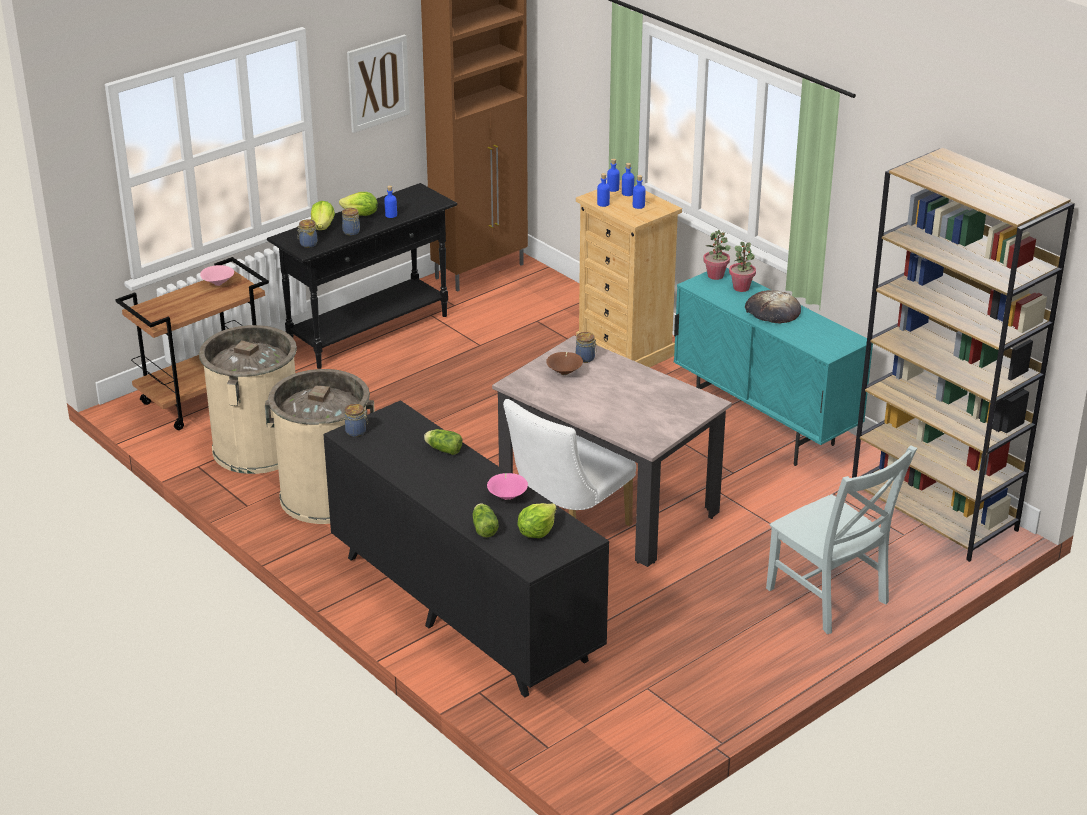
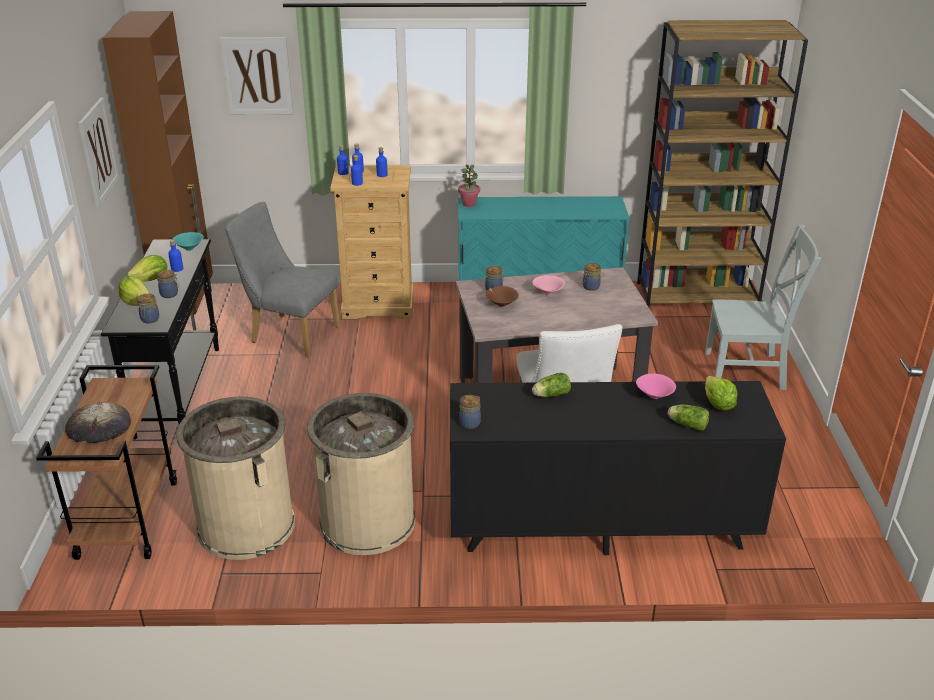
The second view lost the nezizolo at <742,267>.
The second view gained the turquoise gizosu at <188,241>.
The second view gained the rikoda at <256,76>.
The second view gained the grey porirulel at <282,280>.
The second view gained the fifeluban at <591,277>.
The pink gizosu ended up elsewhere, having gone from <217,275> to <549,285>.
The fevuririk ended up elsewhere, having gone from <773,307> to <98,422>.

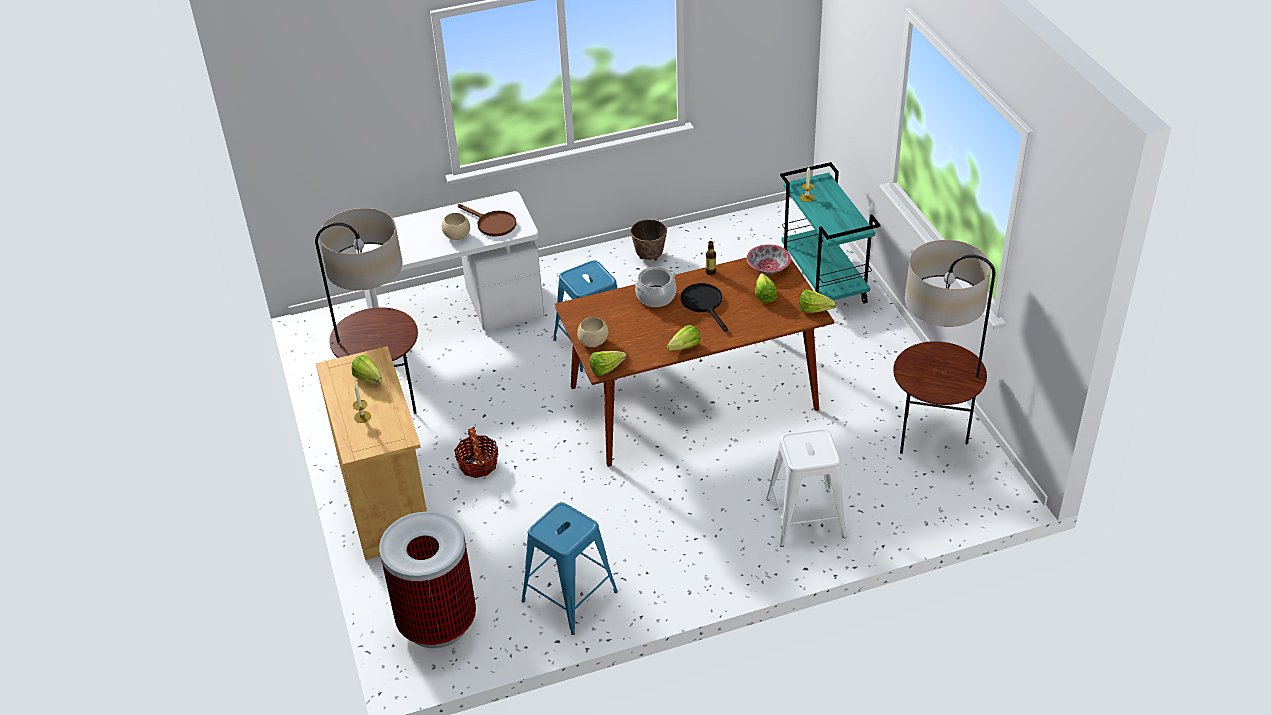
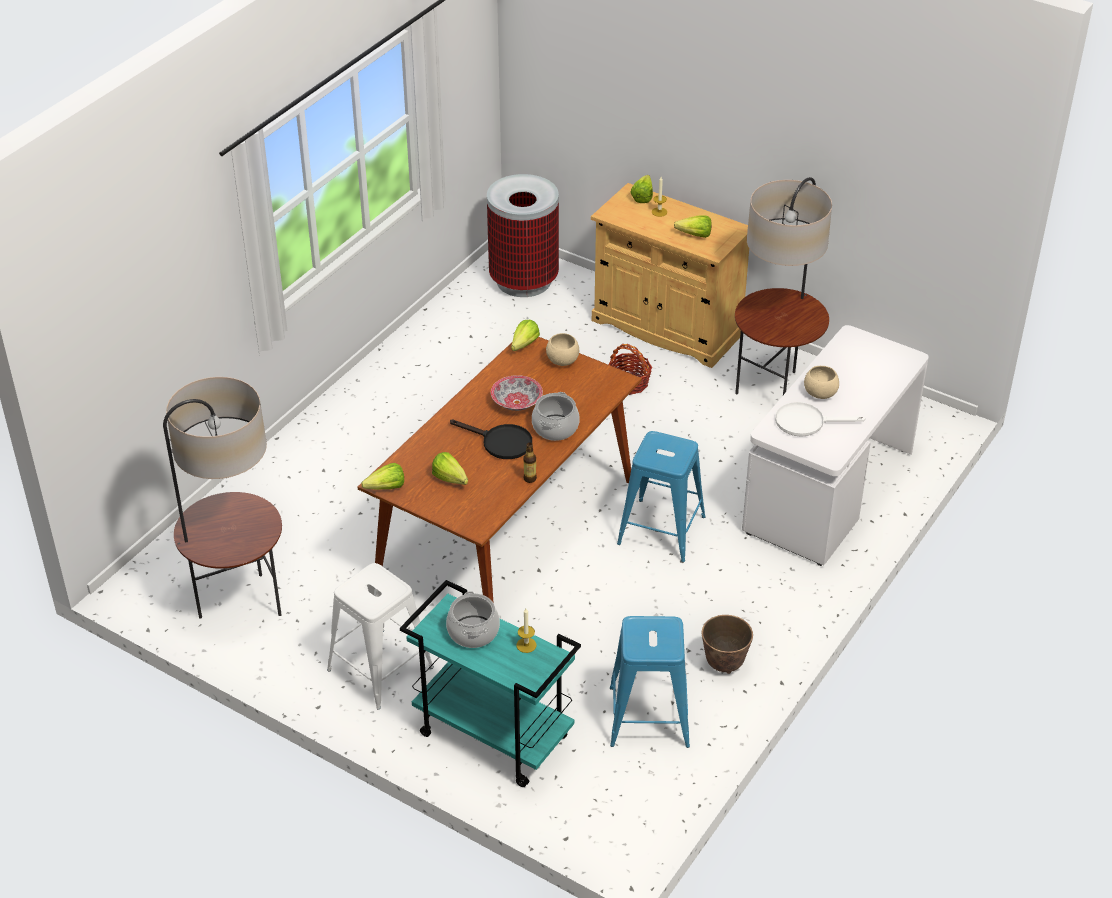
The second view gained the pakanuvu at <473,619>.
The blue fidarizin ended up elsewhere, having gone from <570,568> to <650,682>.
The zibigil ended up elsewhere, having gone from <684,338> to <641,189>.
The gizosu ended up elsewhere, having gone from <769,259> to <517,393>.
The white fidarizin ended up elsewhere, having gone from <806,488> to <380,636>.
What was the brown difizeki at <487,220> turned into the white difizeki at <820,419>.

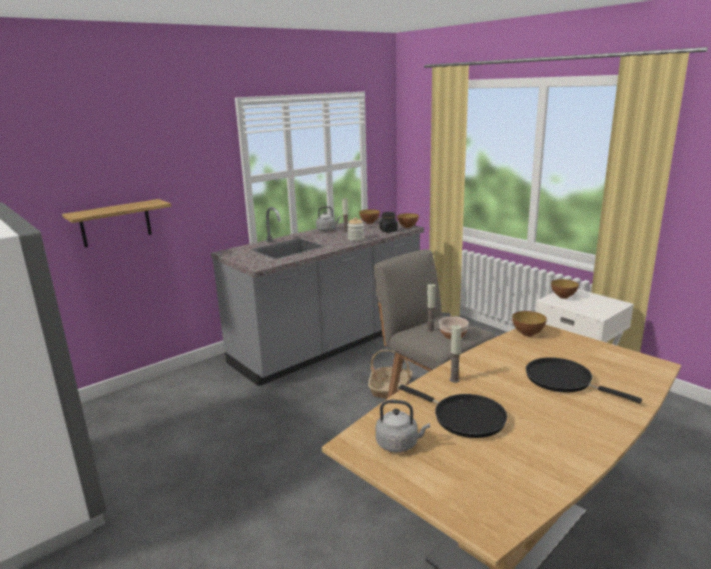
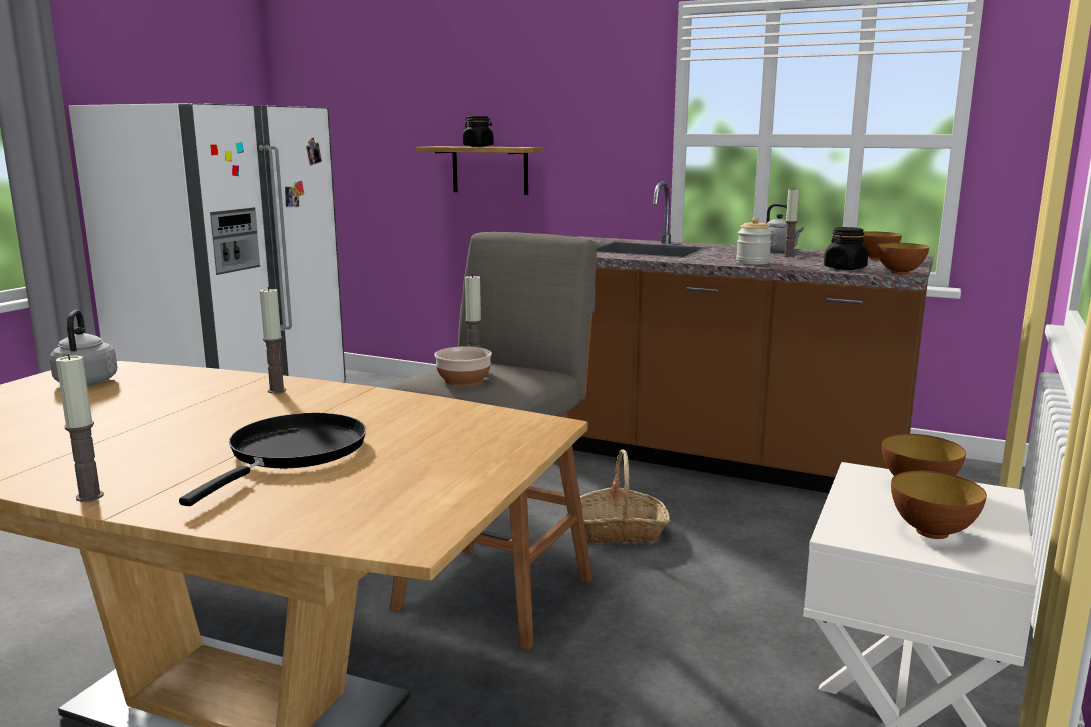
The second view lost the black difizeki at <453,411>.
The second view gained the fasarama at <80,428>.
The second view gained the black fifeluban at <478,131>.
The gizosu ended up elsewhere, having gone from <529,324> to <939,505>.
What was the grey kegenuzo at <317,296> turned into the brown kegenuzo at <750,337>.

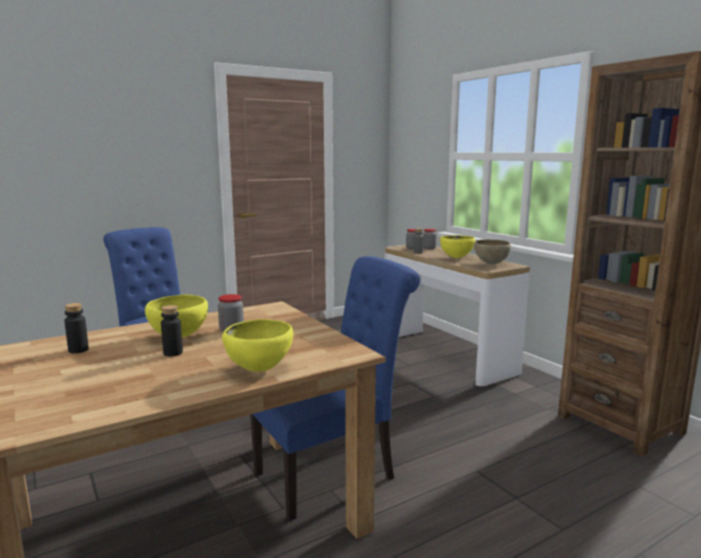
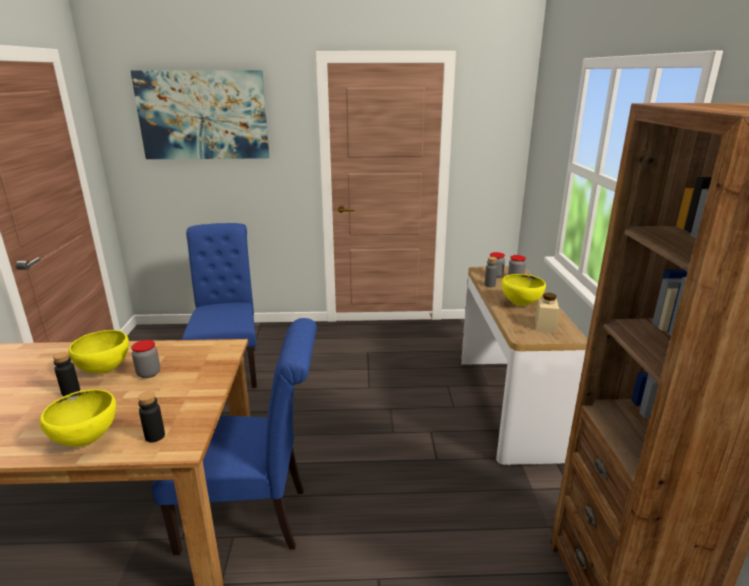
The second view gained the rikoda at <200,114>.
The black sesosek ended up elsewhere, having gone from <76,328> to <151,416>.
Where the brown gizosu stood at <492,252>, the beige fifeluban came to stand at <547,313>.

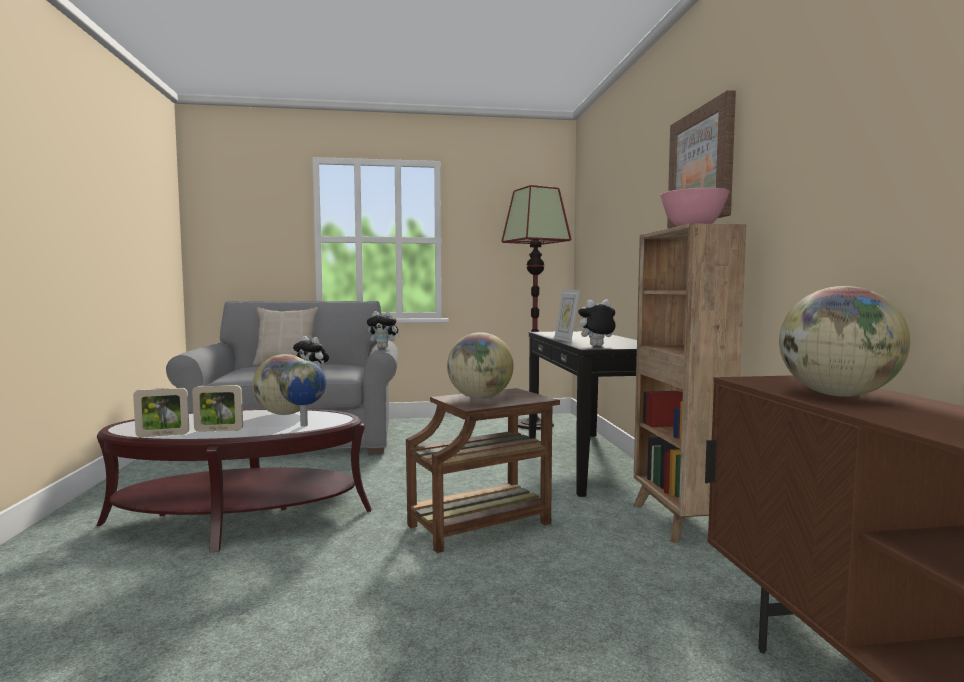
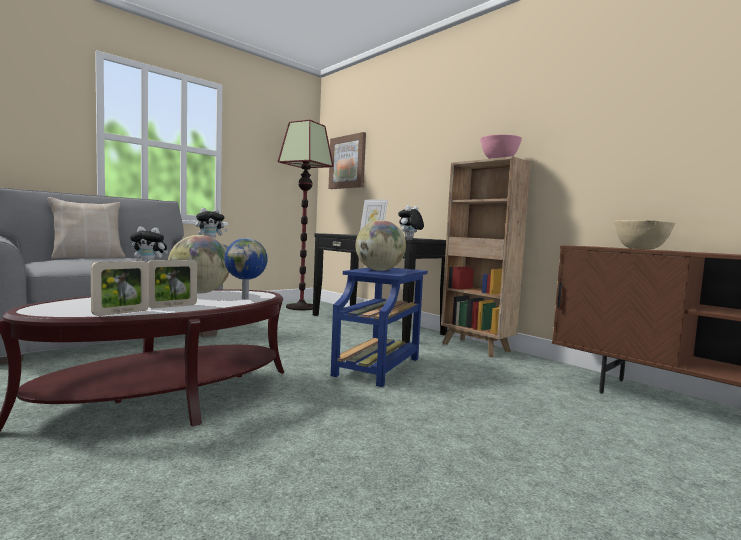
The rikoda ended up elsewhere, having gone from <701,159> to <347,160>.
Where the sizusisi stood at <844,341>, the beige gizosu came to stand at <644,234>.
What was the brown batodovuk at <483,470> turned into the blue batodovuk at <379,327>.

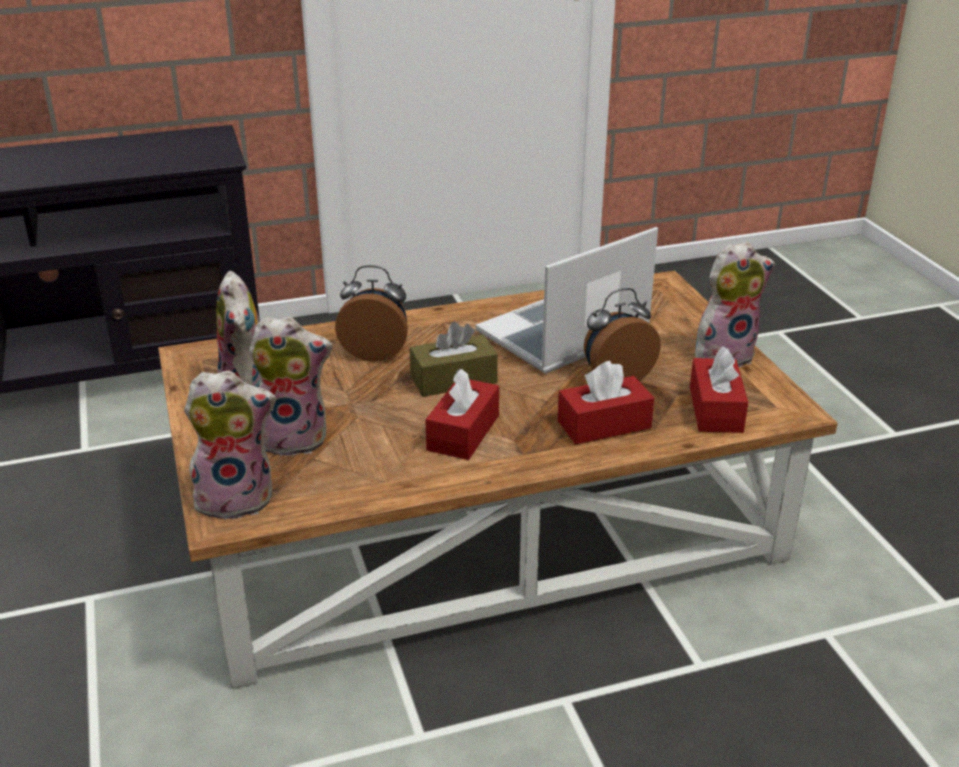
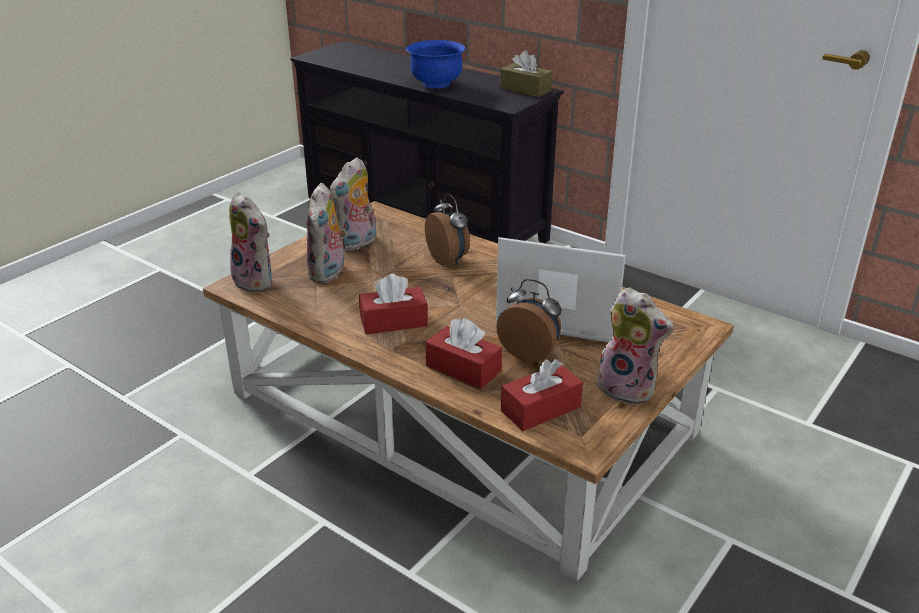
The second view gained the blue gizosu at <435,64>.
The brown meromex ended up elsewhere, having gone from <454,359> to <526,73>.
The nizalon at <291,386> ended up facing another way, 45 degrees clockwise from before.

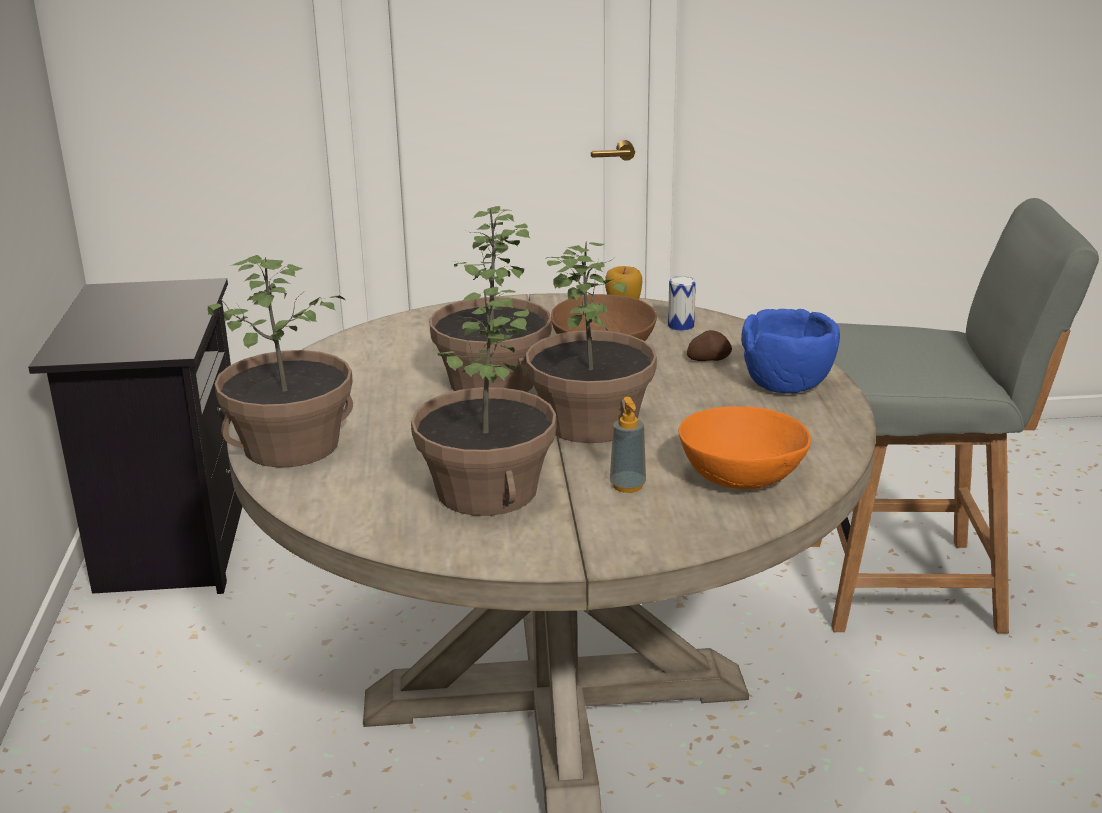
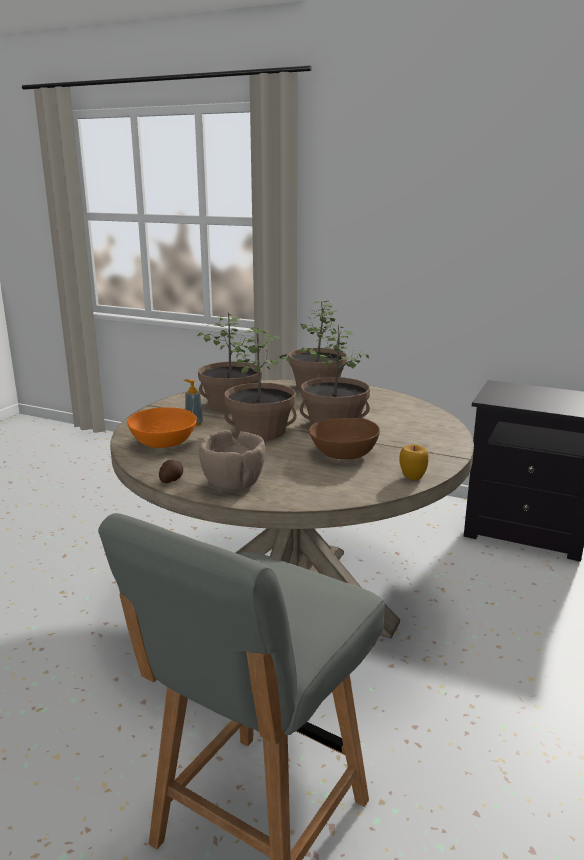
The second view lost the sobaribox at <682,303>.
The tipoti ended up elsewhere, having gone from <709,345> to <171,471>.
What was the blue gizosu at <790,351> turned into the brown gizosu at <232,460>.

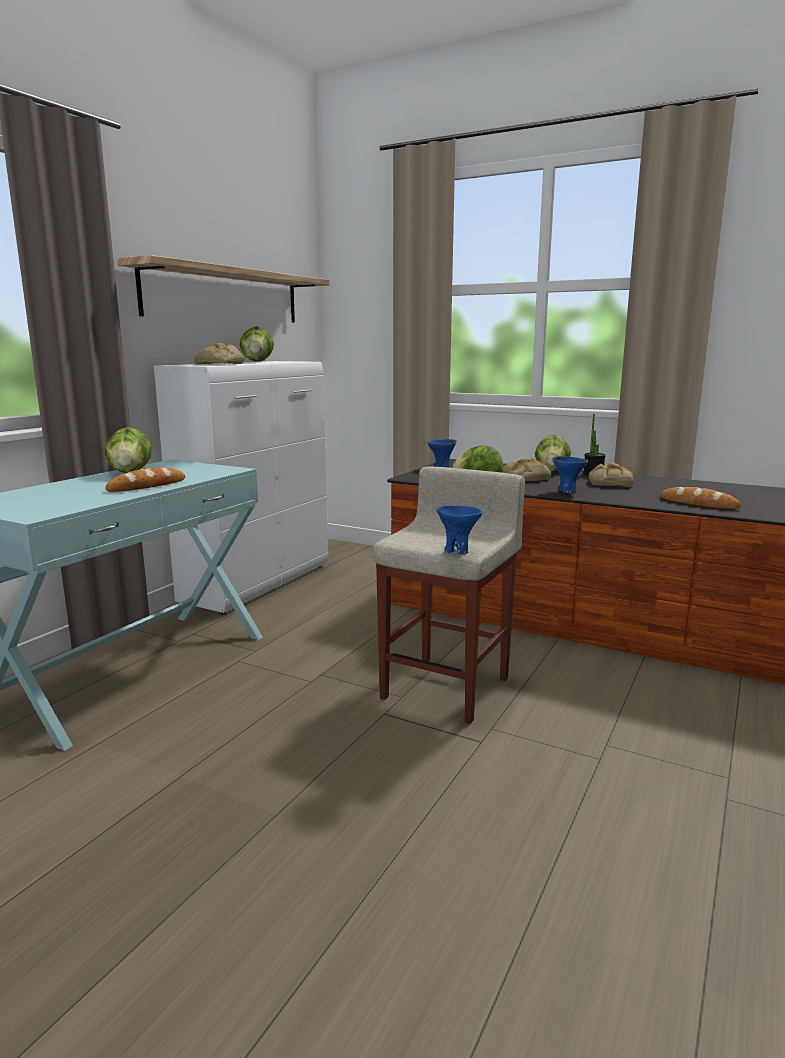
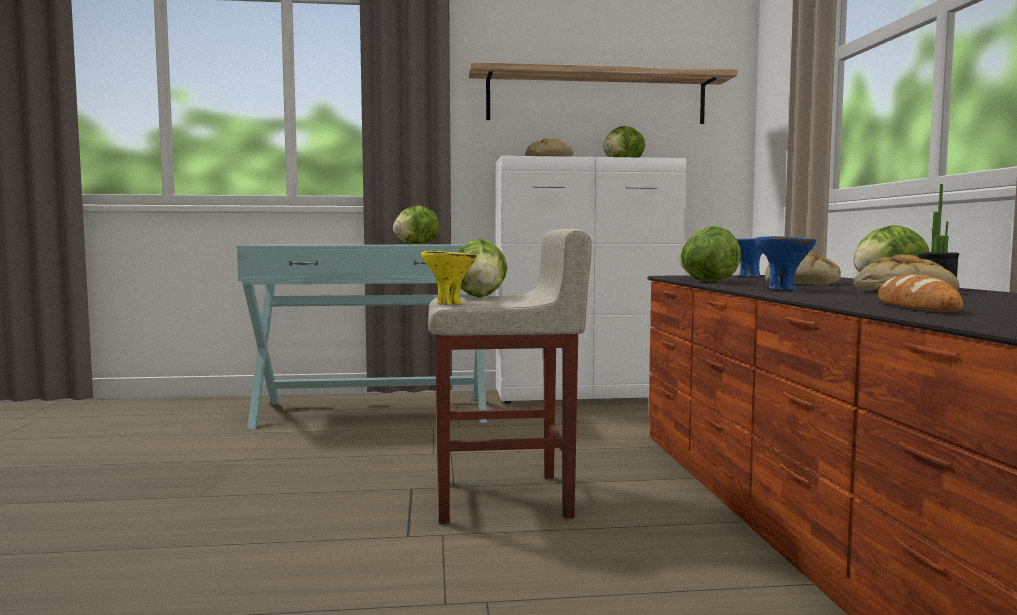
The second view lost the fevuririk at <145,480>.
The second view gained the zibigil at <482,268>.
What was the blue gizosu at <459,529> turned into the yellow gizosu at <449,278>.

